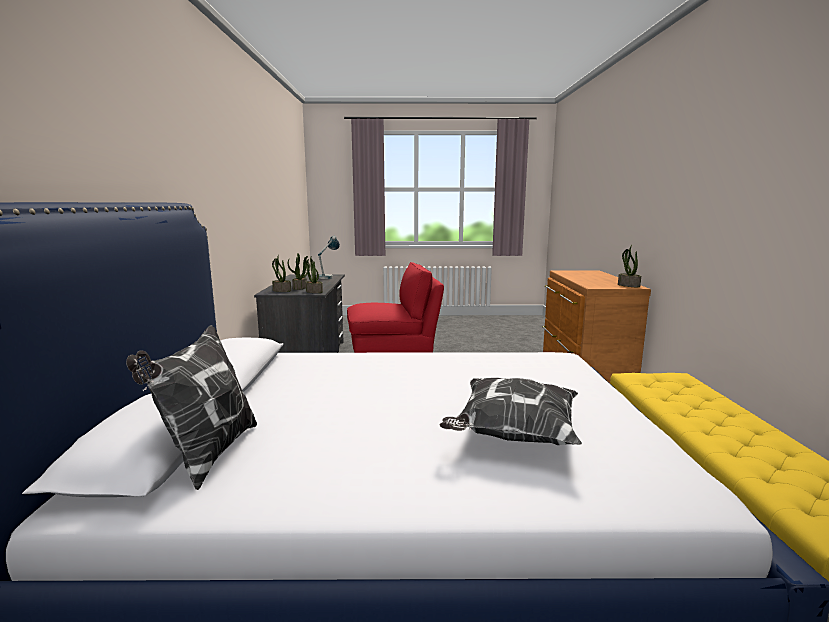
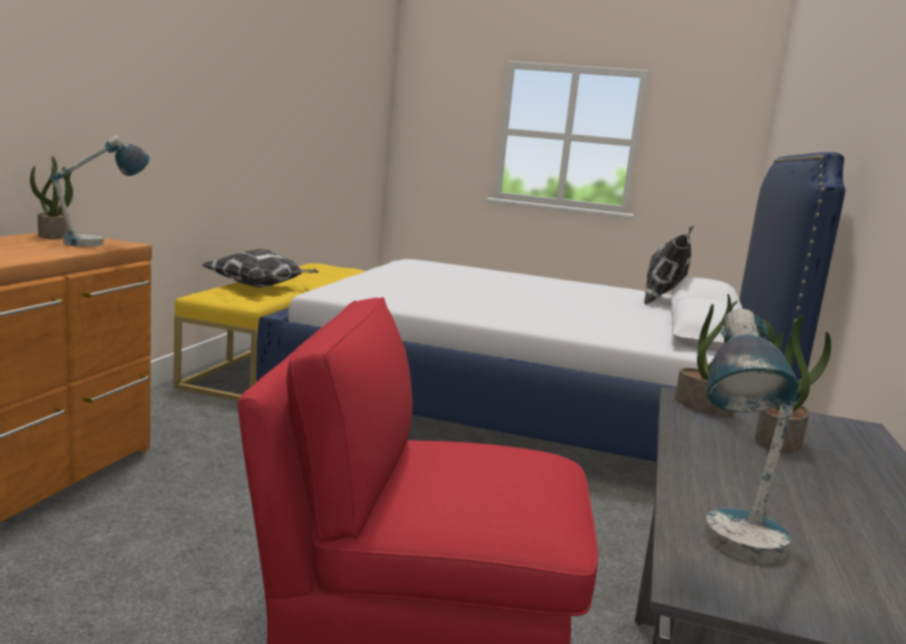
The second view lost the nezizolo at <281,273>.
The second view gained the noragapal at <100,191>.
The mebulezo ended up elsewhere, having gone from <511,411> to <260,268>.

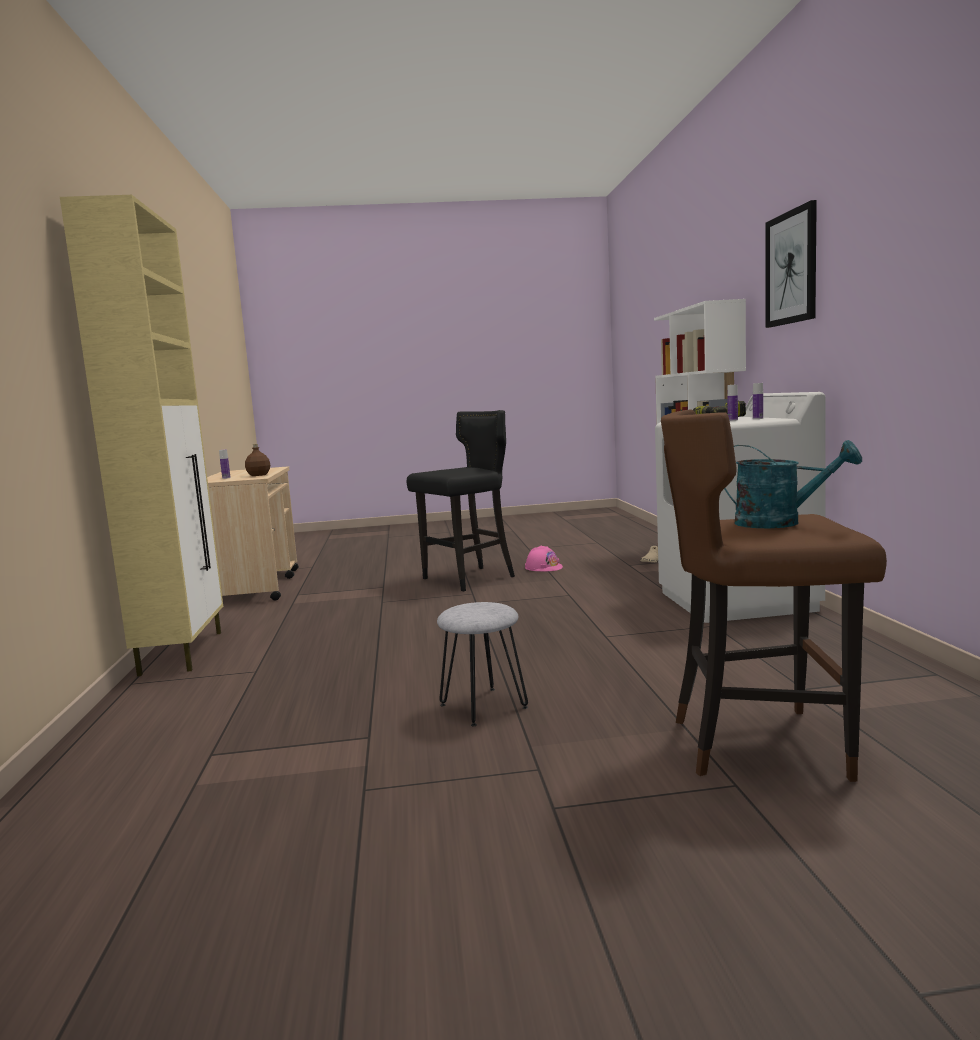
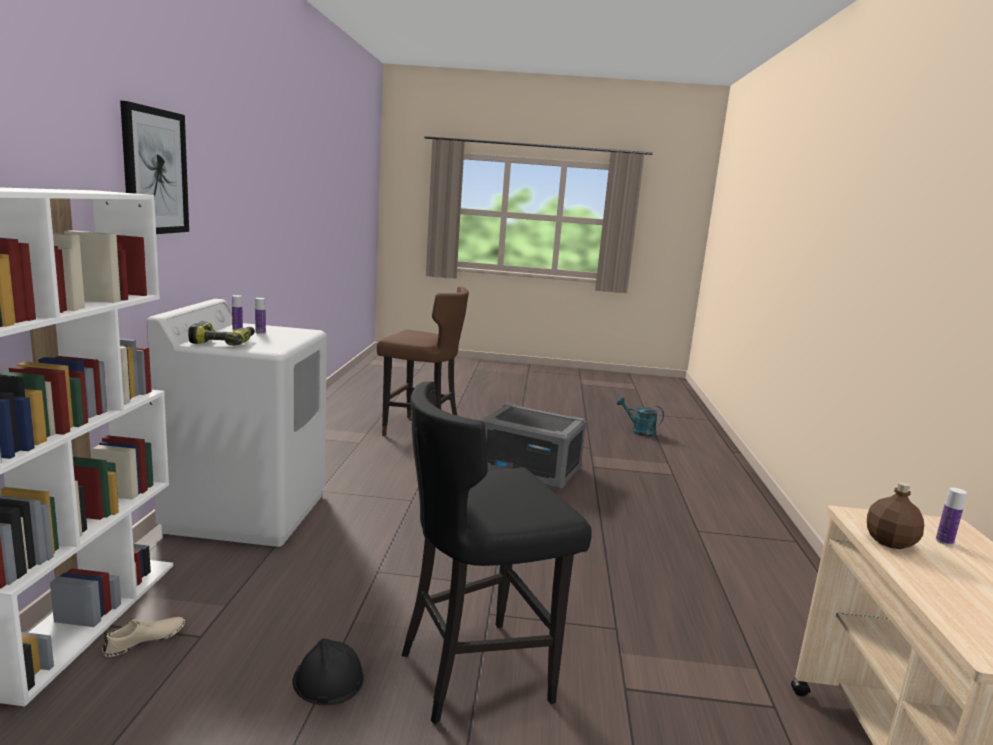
The second view lost the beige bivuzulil at <141,435>.
The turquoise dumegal ended up elsewhere, having gone from <793,484> to <640,417>.
Where the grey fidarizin stood at <482,664>, the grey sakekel came to stand at <534,446>.
What was the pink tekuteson at <544,558> turned into the black tekuteson at <328,672>.

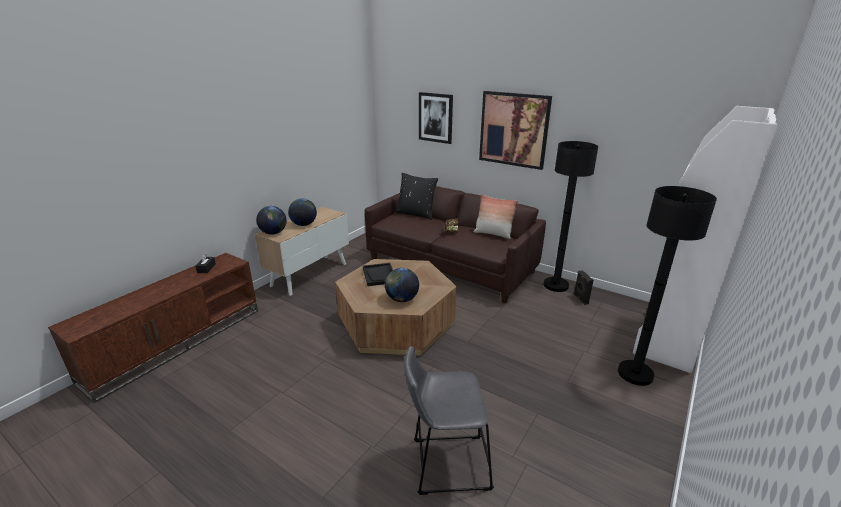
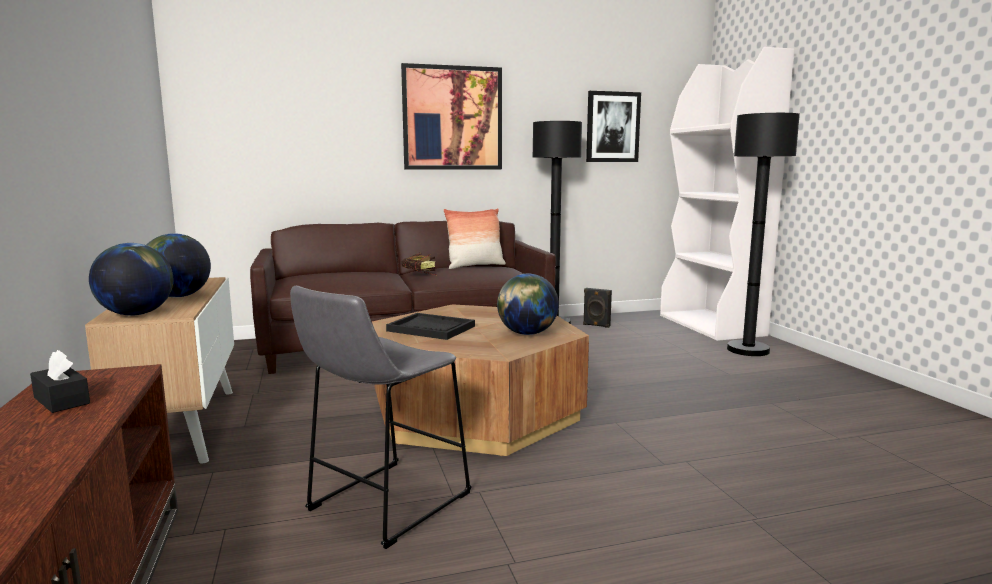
The second view lost the black mebulezo at <416,196>.
The grey fidarizin ended up elsewhere, having gone from <449,420> to <381,417>.
The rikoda ended up elsewhere, having gone from <436,118> to <613,126>.

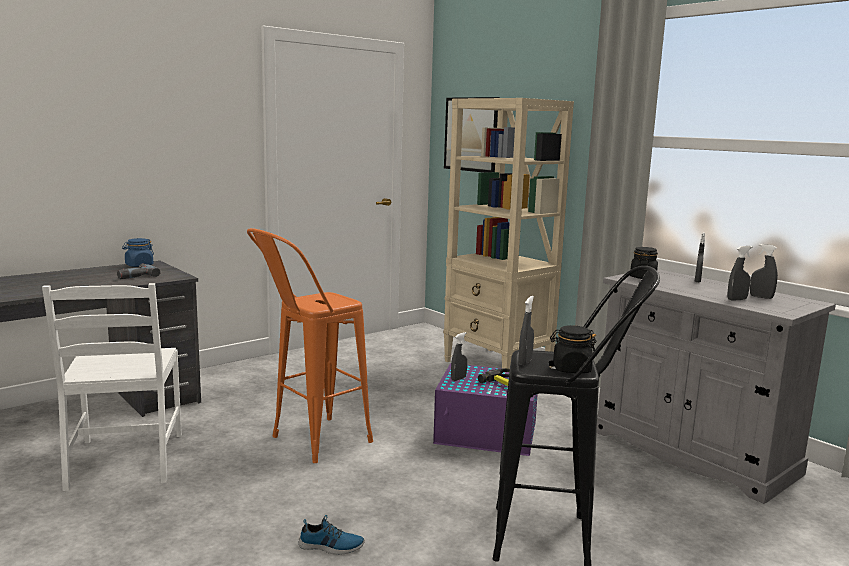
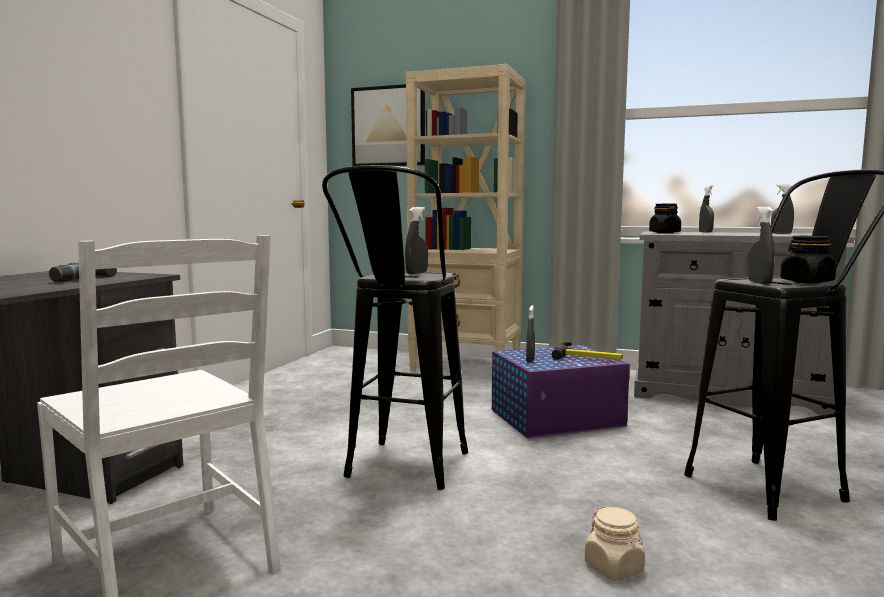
The second view lost the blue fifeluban at <138,252>.
The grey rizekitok ended up elsewhere, having gone from <740,273> to <416,240>.
Where the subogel stood at <332,535>, the beige fifeluban came to stand at <615,543>.
What was the orange fidarizin at <310,345> turned into the black fidarizin at <395,327>.

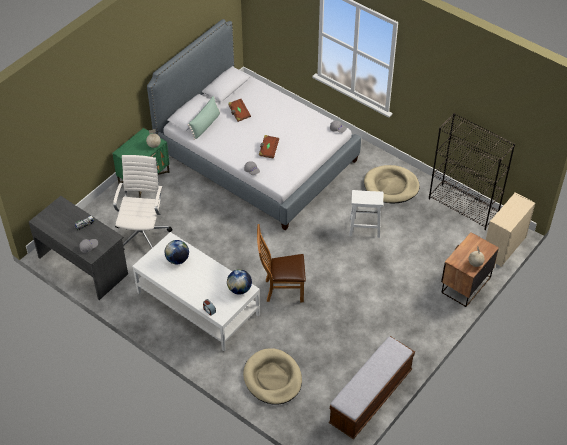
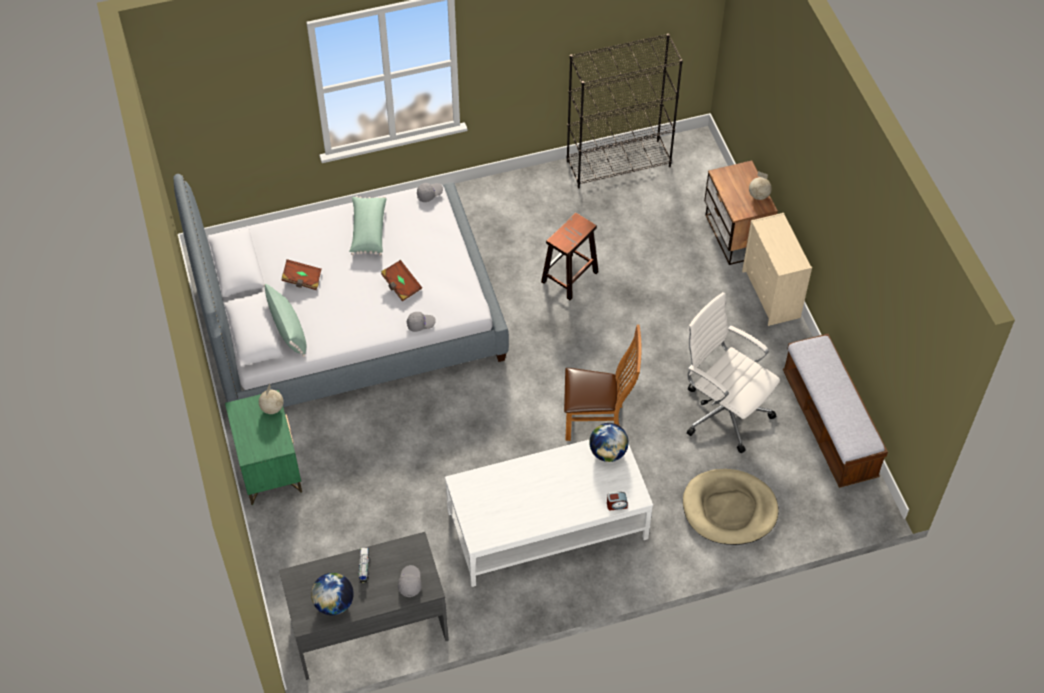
The second view lost the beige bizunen at <391,184>.
The second view gained the green mebulezo at <368,226>.
The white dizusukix ended up elsewhere, having gone from <143,201> to <733,372>.
The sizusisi ended up elsewhere, having gone from <177,252> to <332,594>.
The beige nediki ended up elsewhere, having gone from <510,229> to <777,269>.
What was the white fidarizin at <366,214> turned into the brown fidarizin at <570,256>.
The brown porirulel at <281,263> ended up facing another way, 120 degrees counterclockwise from before.

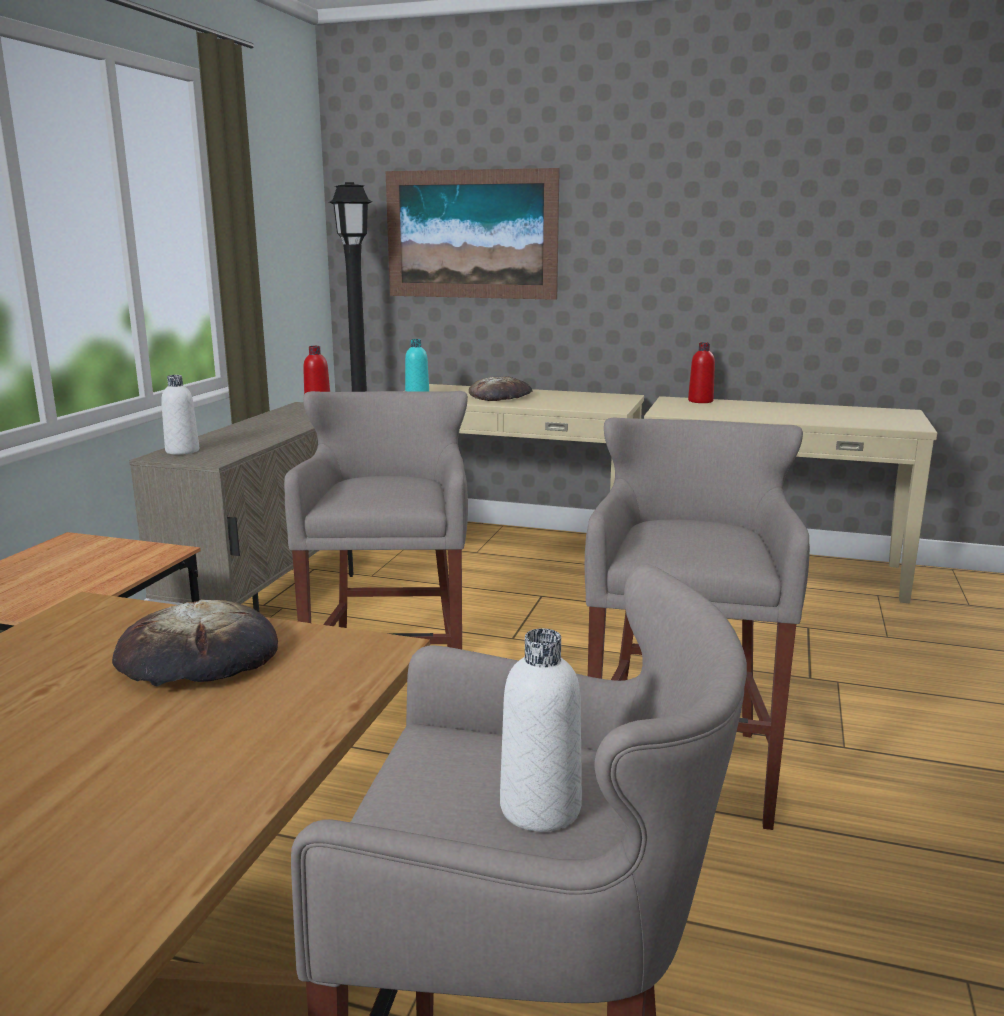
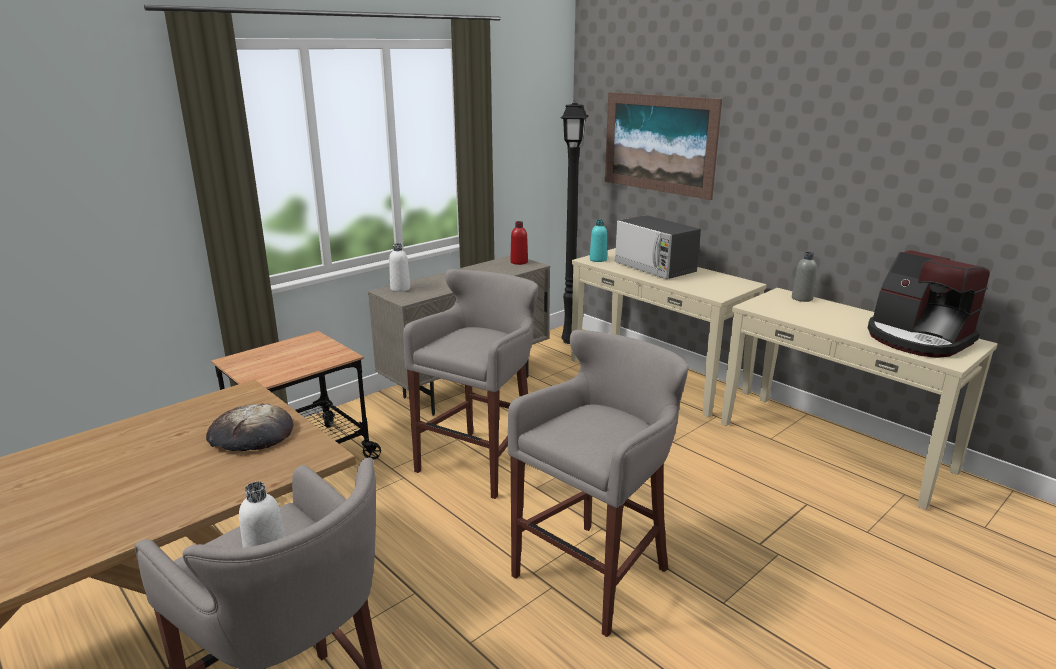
The second view gained the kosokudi at <929,304>.
Where the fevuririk stood at <501,388>, the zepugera came to stand at <658,247>.
What was the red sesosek at <701,372> turned into the grey sesosek at <804,277>.

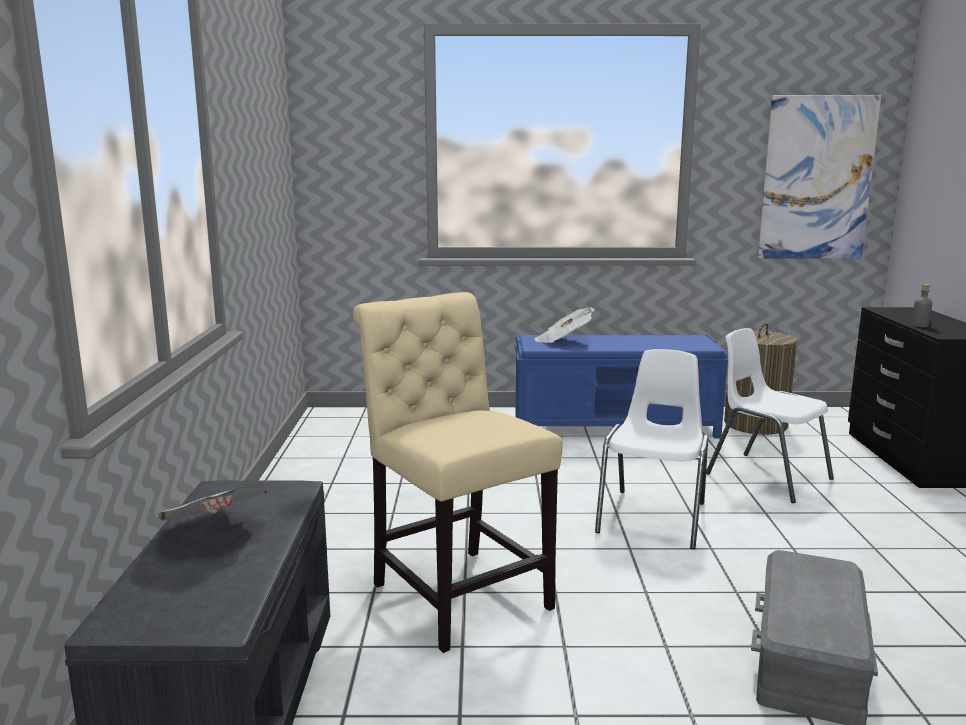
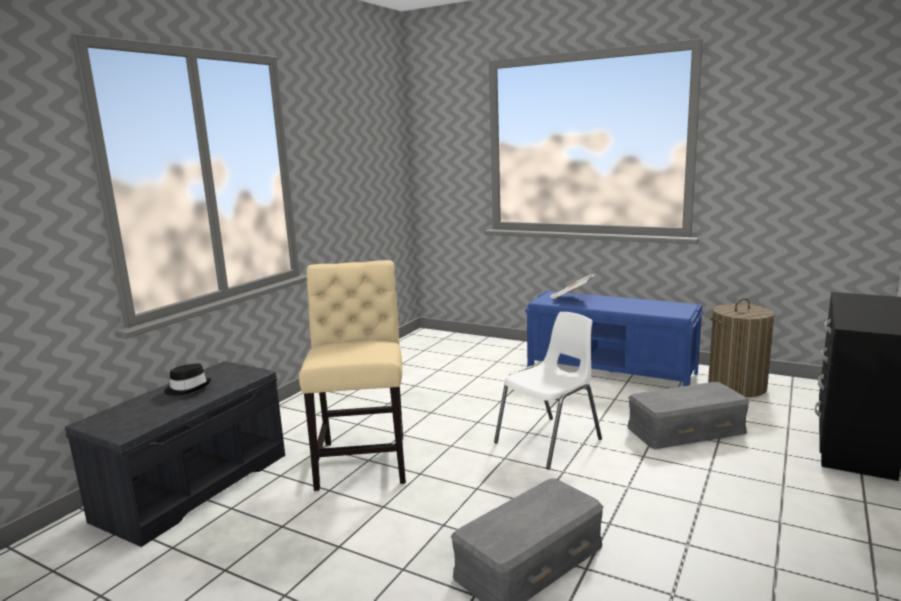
The second view lost the rikoda at <819,177>.
The second view lost the grey sesosek at <922,305>.
Where the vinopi stood at <213,503>, the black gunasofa came to stand at <187,379>.
Where the white porirulel stood at <770,415>, the grey sakekel came to stand at <688,415>.

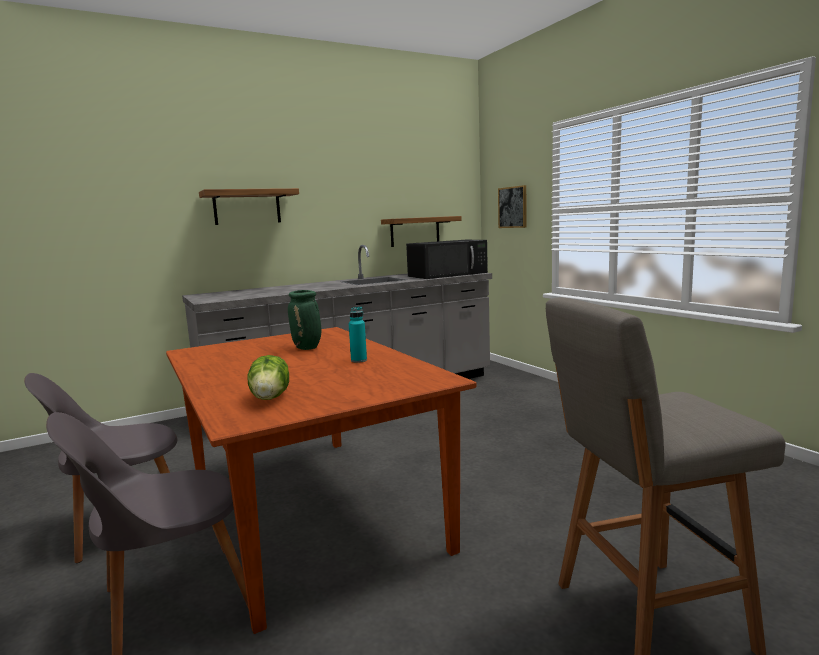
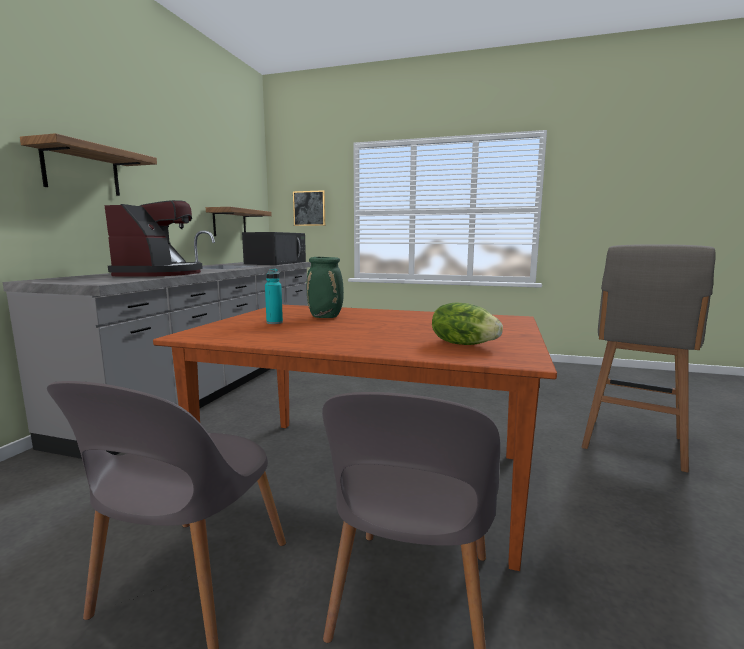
The second view gained the kosokudi at <153,238>.
The turquoise sesosek ended up elsewhere, having gone from <358,335> to <274,296>.

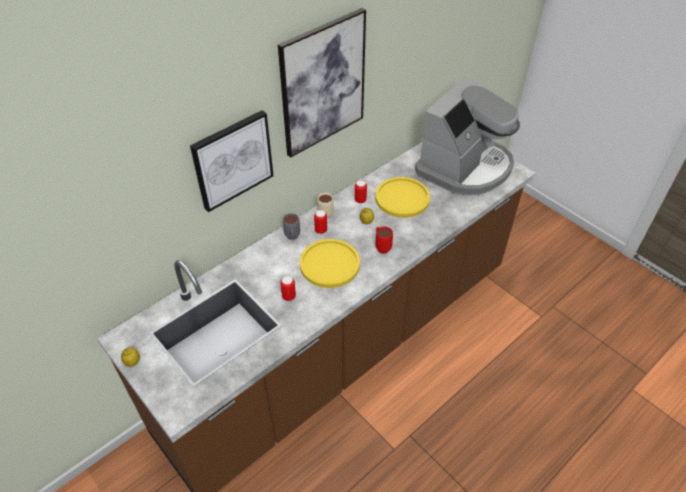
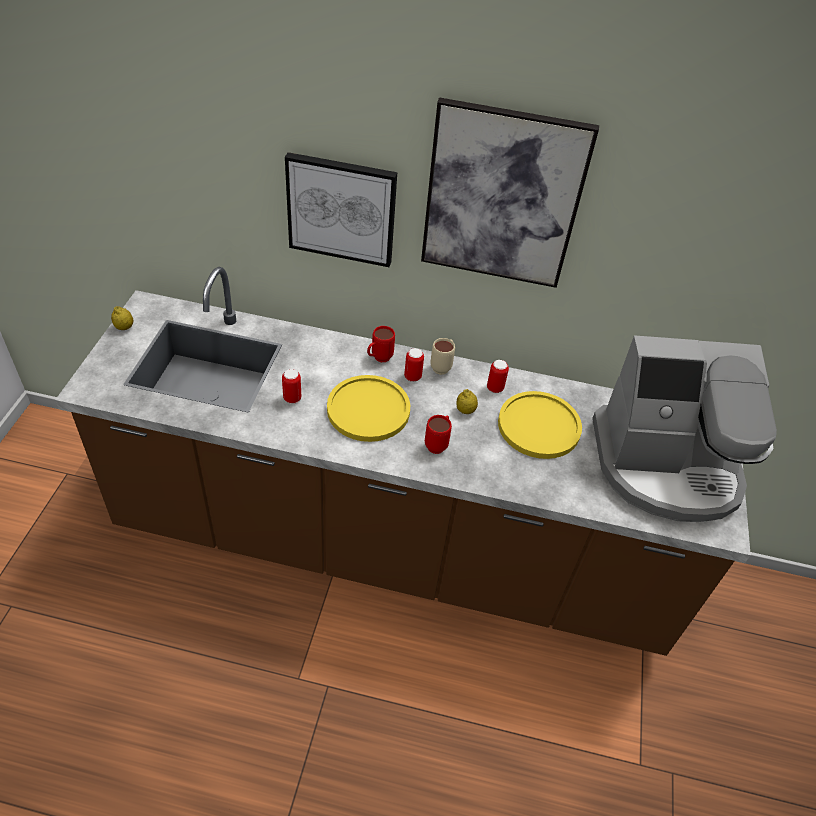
What was the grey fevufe at <291,226> turned into the red fevufe at <381,344>.

